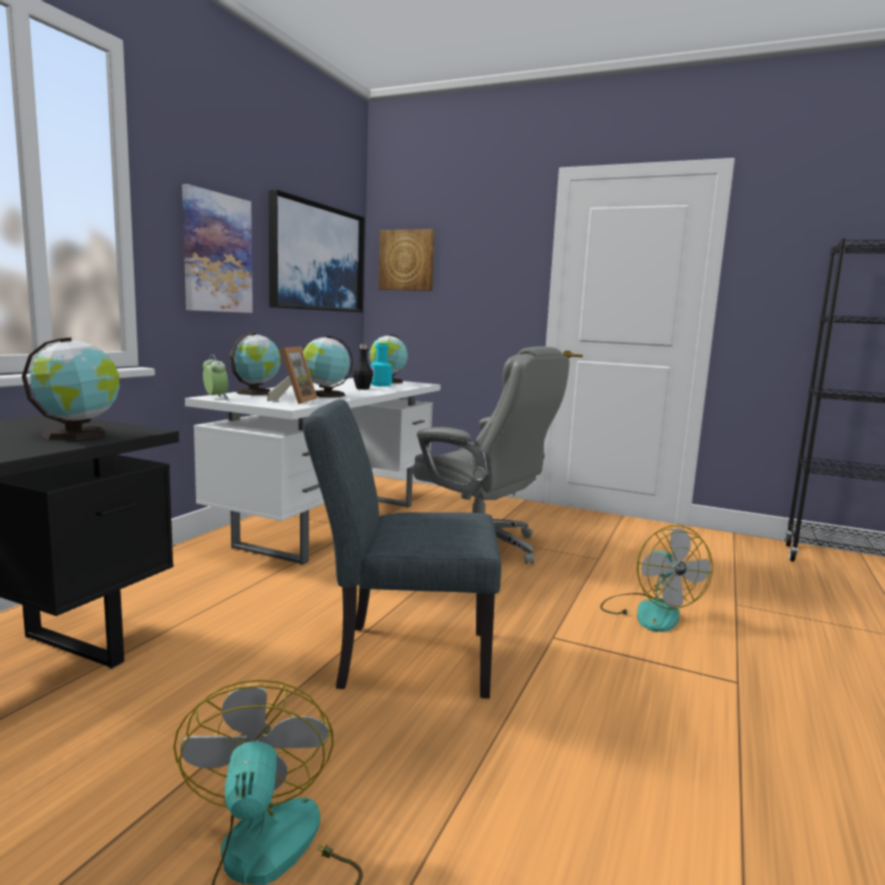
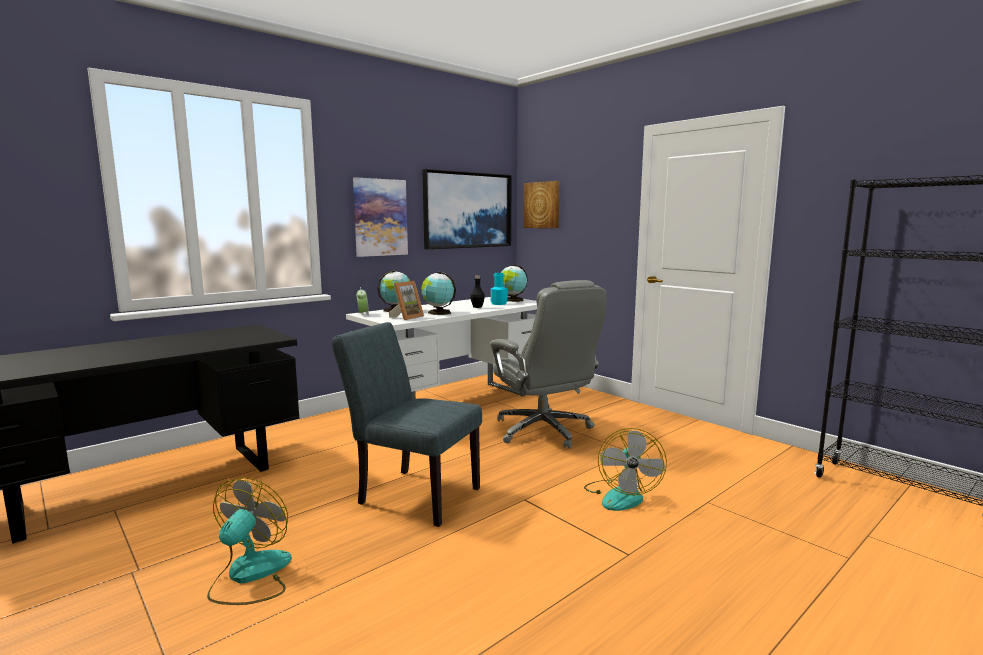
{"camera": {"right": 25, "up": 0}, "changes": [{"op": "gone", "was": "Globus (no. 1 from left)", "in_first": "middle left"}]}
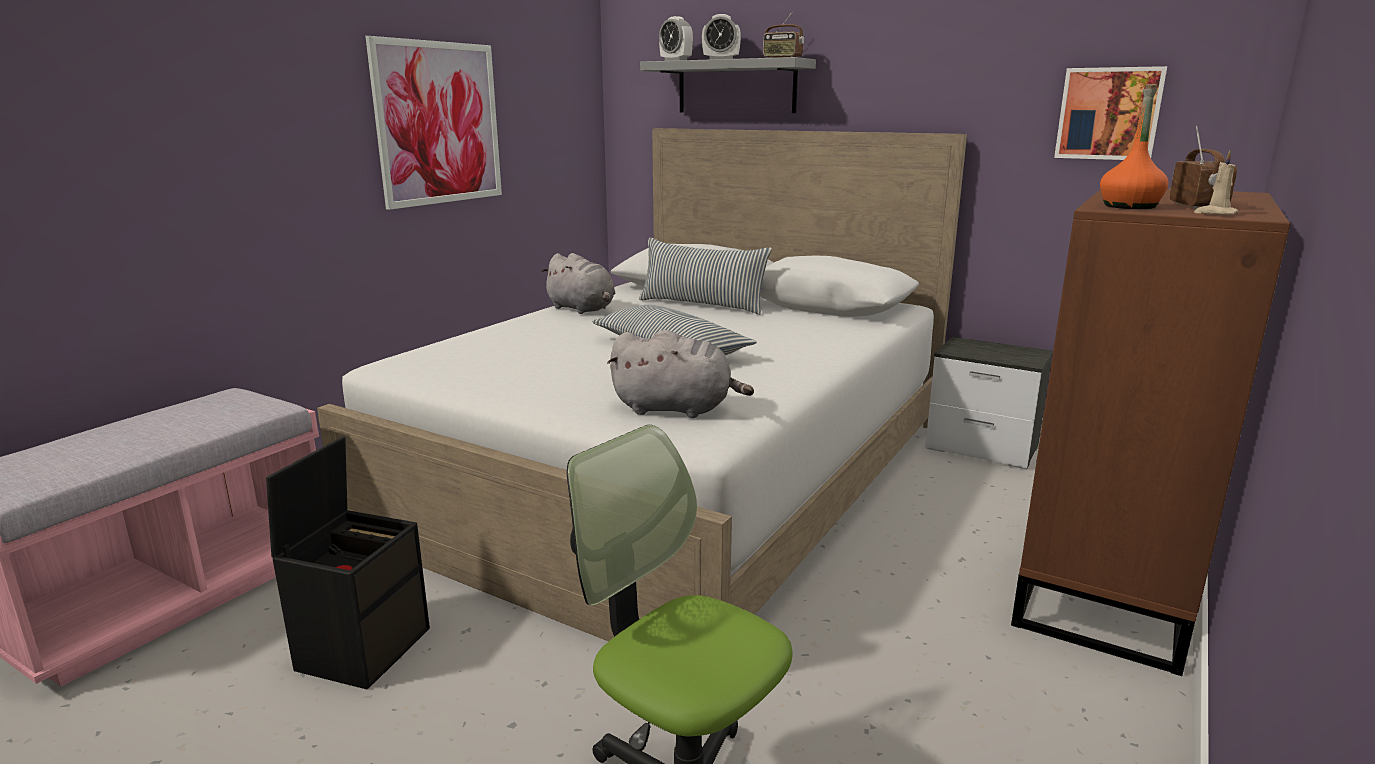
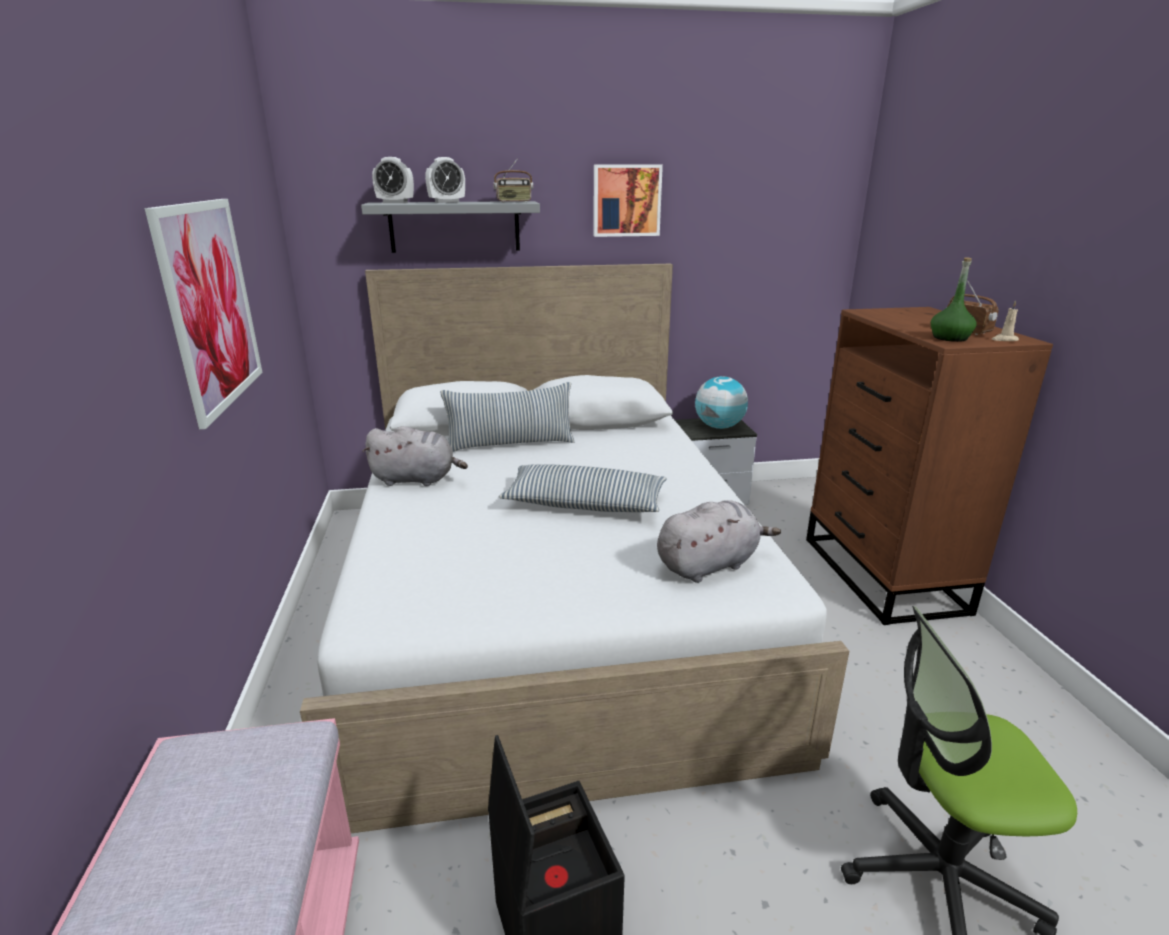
{"camera": {"right": -40, "up": 5}, "changes": [{"op": "shifted", "was": "Bild (no. 2 from left)", "in_first": "top right", "in_second": "top centre"}, {"op": "new", "now": "Globus", "in_second": "centre"}, {"op": "repainted", "was": "Flasche (orange)", "now": "Flasche (grün)", "in_first": "top right", "in_second": "top right"}]}
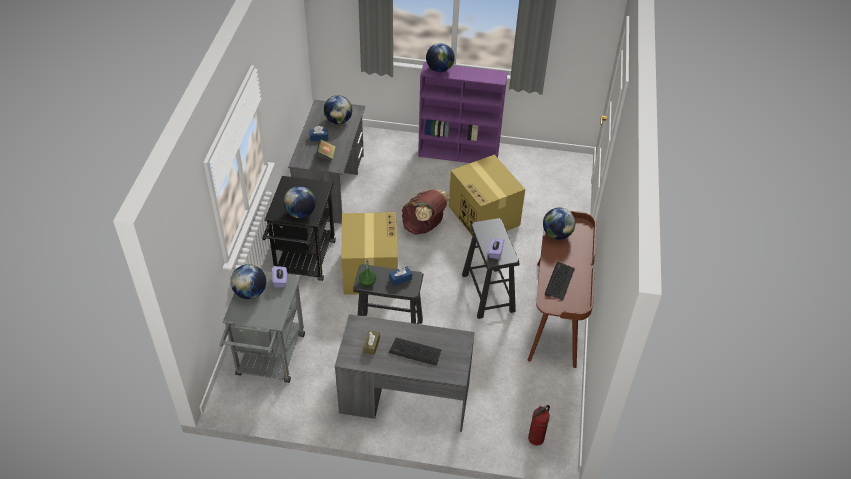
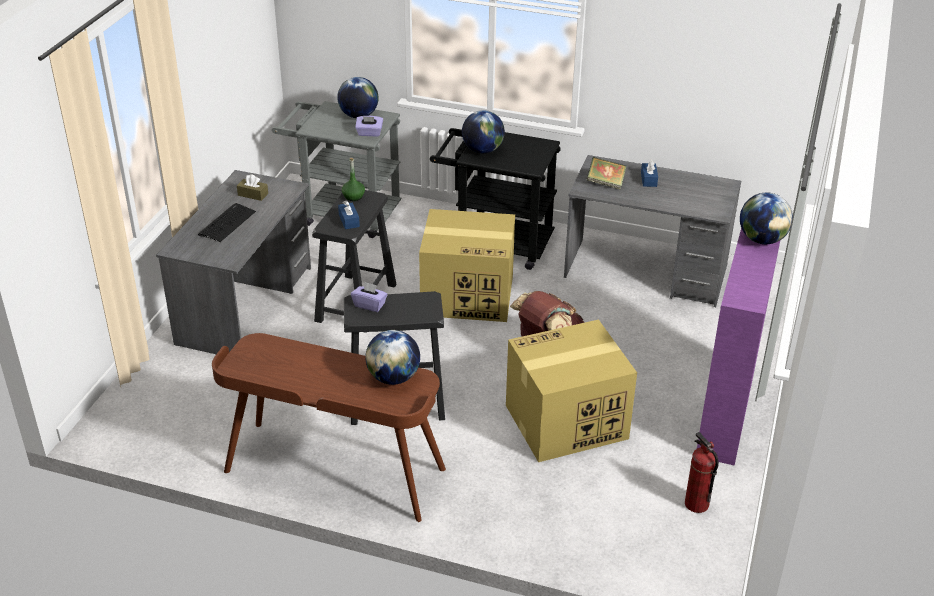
{"camera": {"right": 100, "up": -10}, "changes": [{"op": "shifted", "was": "Feuerlöscher", "in_first": "bottom centre", "in_second": "bottom right"}, {"op": "gone", "was": "Globus (no. 3 from left)", "in_first": "top centre"}, {"op": "gone", "was": "Tastatur (no. 2 from left)", "in_first": "centre"}]}
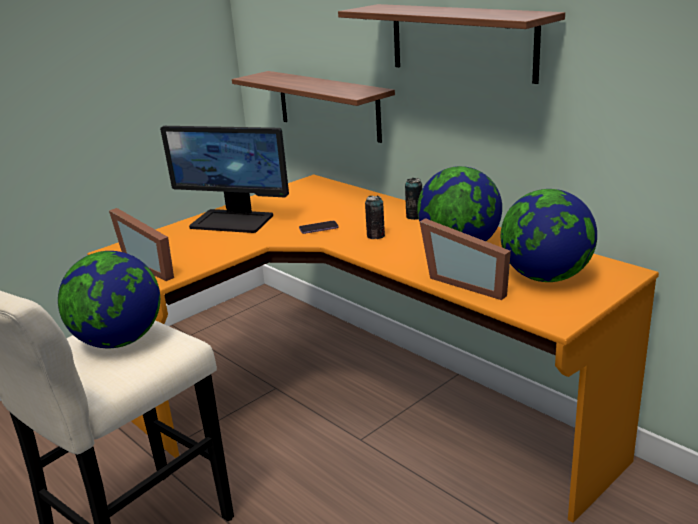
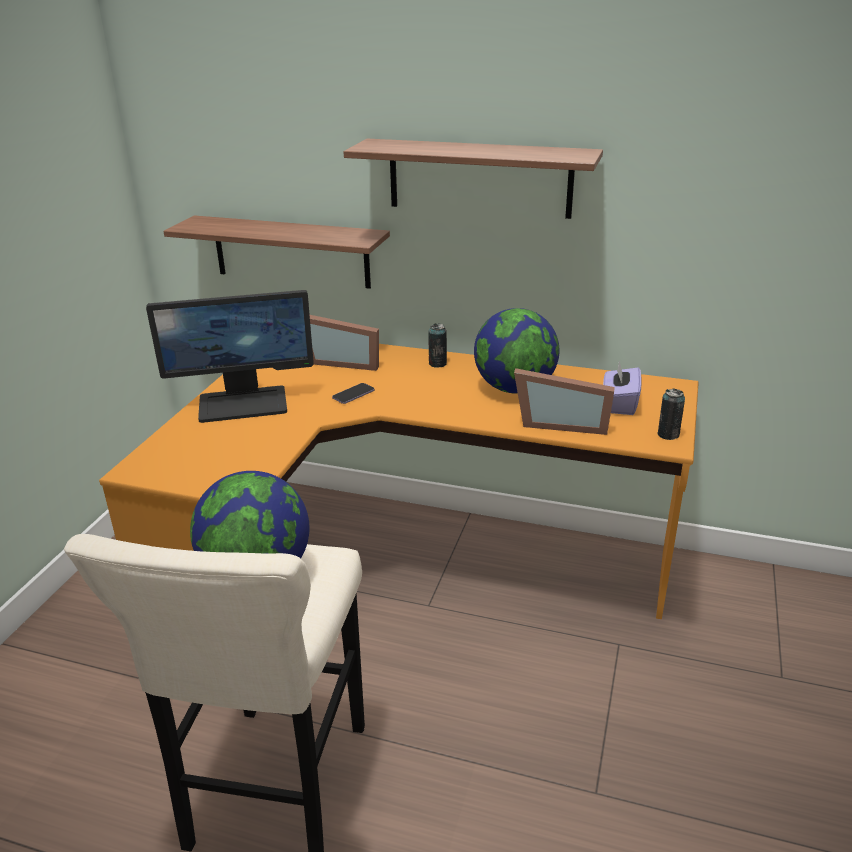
{"camera": {"right": -30, "up": 5}, "changes": [{"op": "shifted", "was": "Bilderrahmen (no. 1 from left)", "in_first": "middle left", "in_second": "centre"}, {"op": "swapped", "was": "Globus (no. 3 from left)", "now": "Taschentuchbox (lila)", "in_first": "middle right", "in_second": "middle right"}, {"op": "shifted", "was": "Dose (no. 1 from left in the first image)", "now": "Dose (no. 2 from left)", "in_first": "centre", "in_second": "middle right"}]}
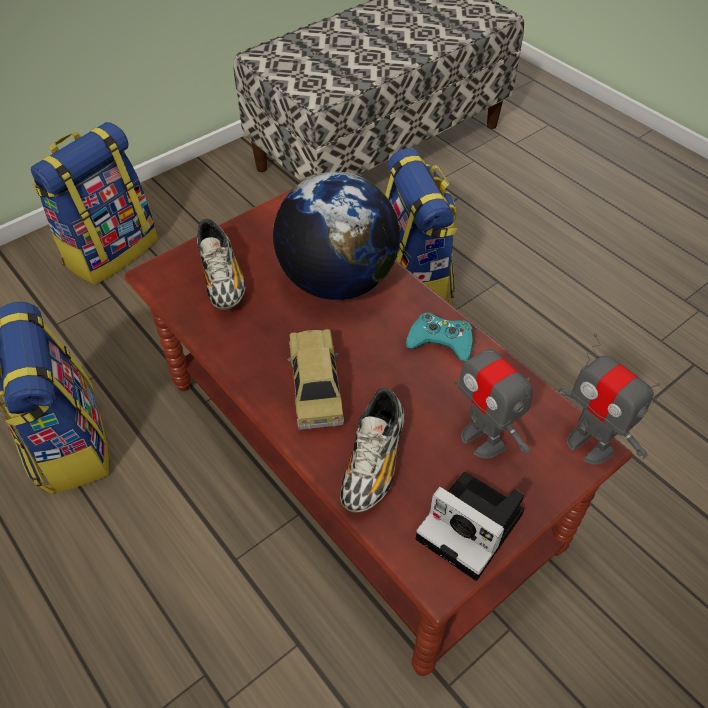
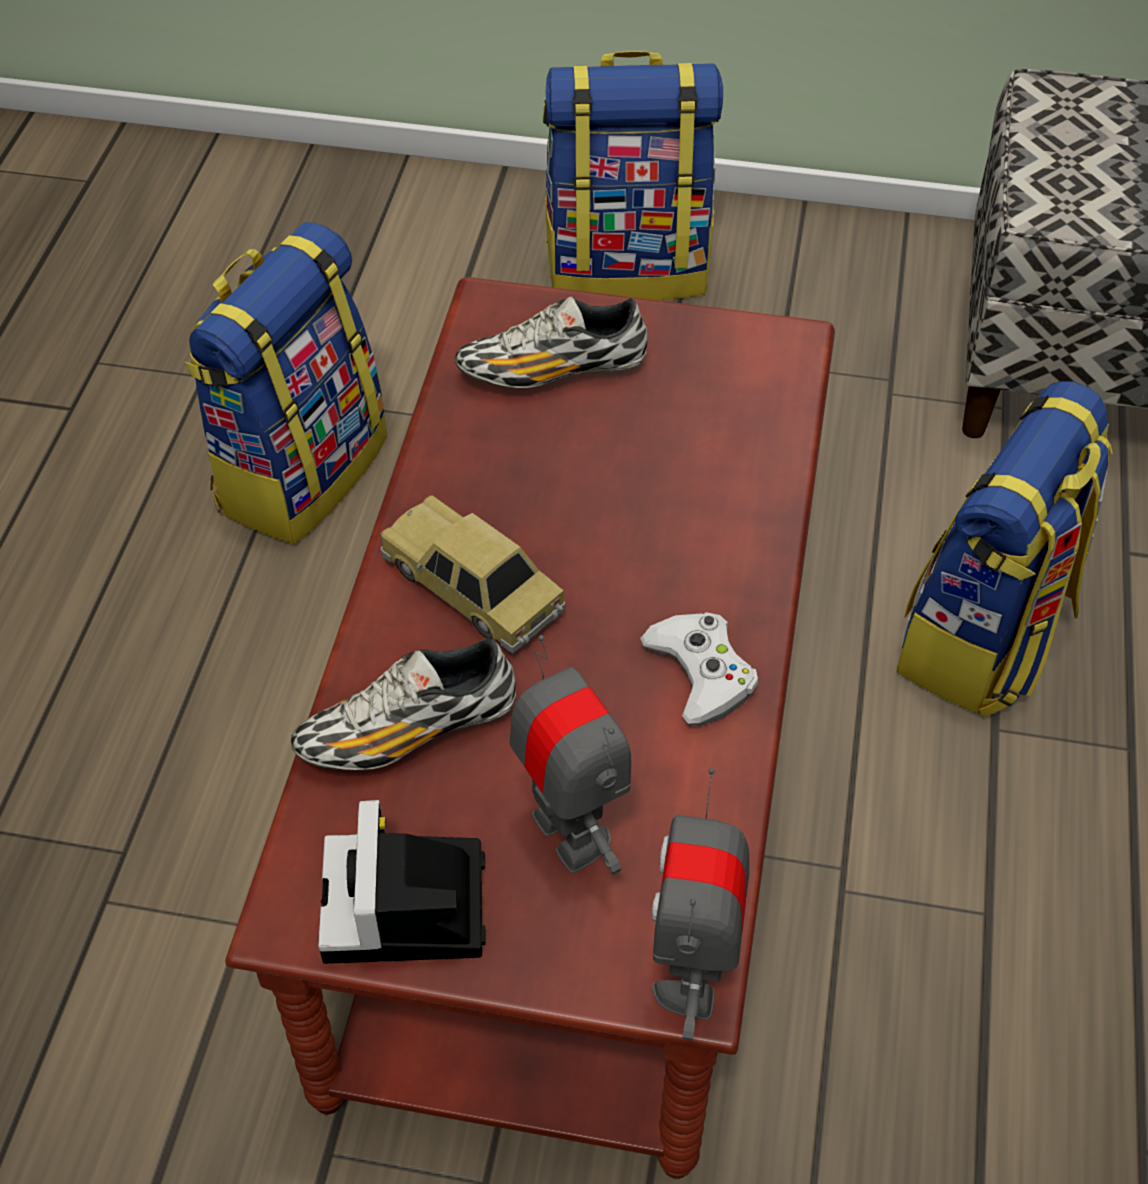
{"camera": {"right": 50, "up": 0}, "changes": [{"op": "rotated", "was": "Spielzeugauto", "in_first": "centre", "in_second": "centre", "clockwise": -90}, {"op": "rotated", "was": "Schuh (no. 1 from left in the first image)", "in_first": "middle left", "in_second": "top centre", "clockwise": 45}, {"op": "rotated", "was": "Spielzeugroboter (no. 1 from left)", "in_first": "middle right", "in_second": "centre", "clockwise": 135}, {"op": "repainted", "was": "Gamepad (türkis)", "now": "Gamepad (weiß)", "in_first": "centre", "in_second": "centre"}, {"op": "gone", "was": "Globus", "in_first": "centre"}]}
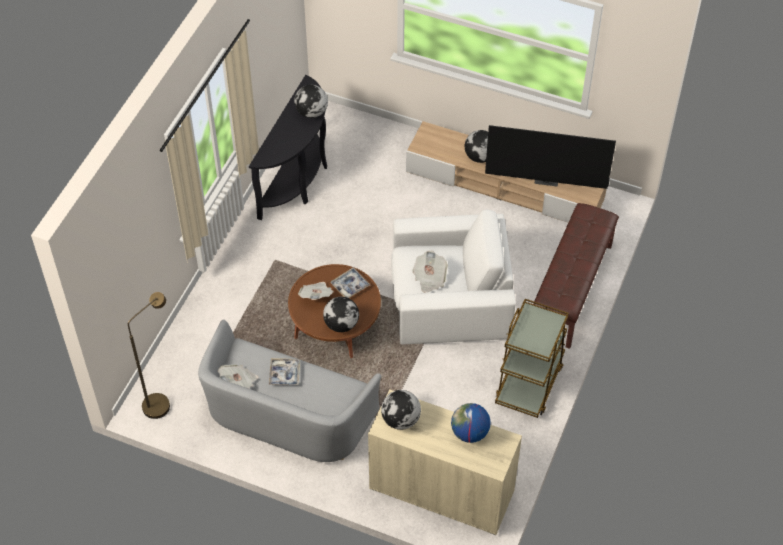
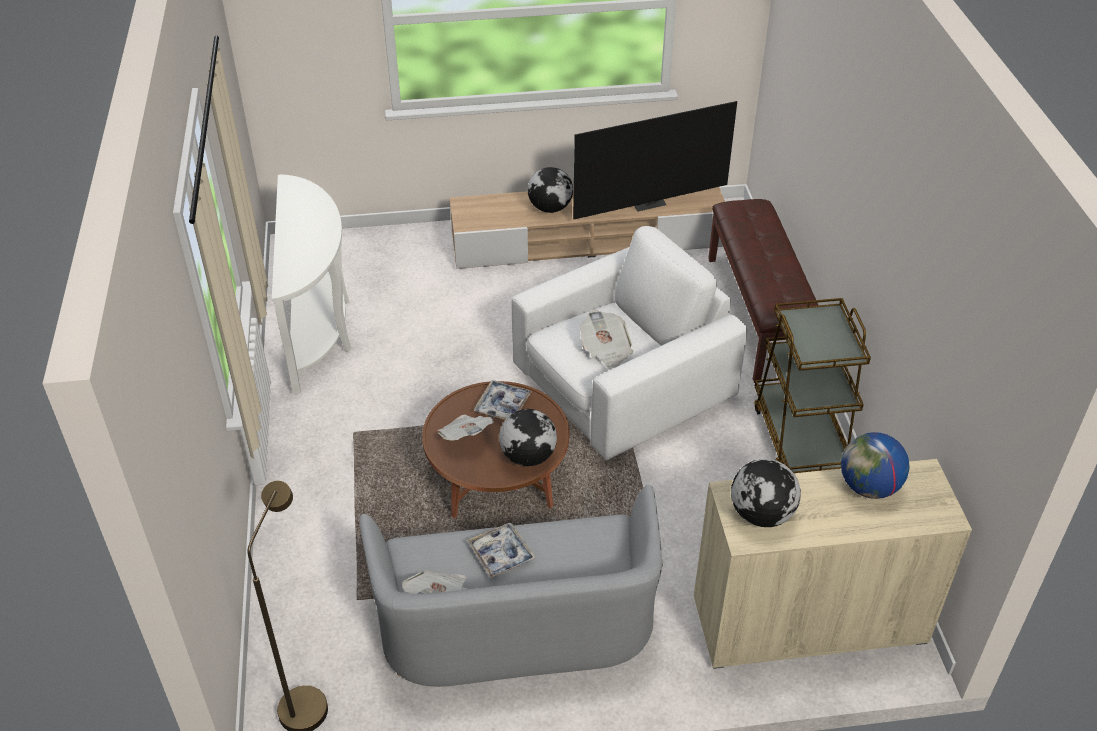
{"camera": {"right": -30, "up": -10}, "changes": [{"op": "repainted", "was": "Konsolentisch (schwarz)", "now": "Konsolentisch (weiß)", "in_first": "top centre", "in_second": "middle left"}, {"op": "gone", "was": "Globus (no. 1 from left)", "in_first": "top centre"}]}
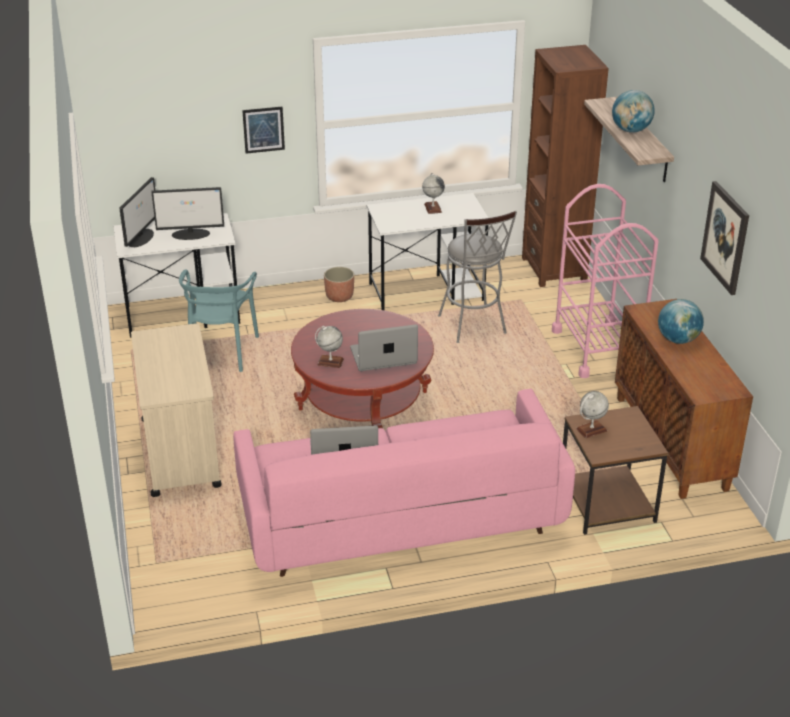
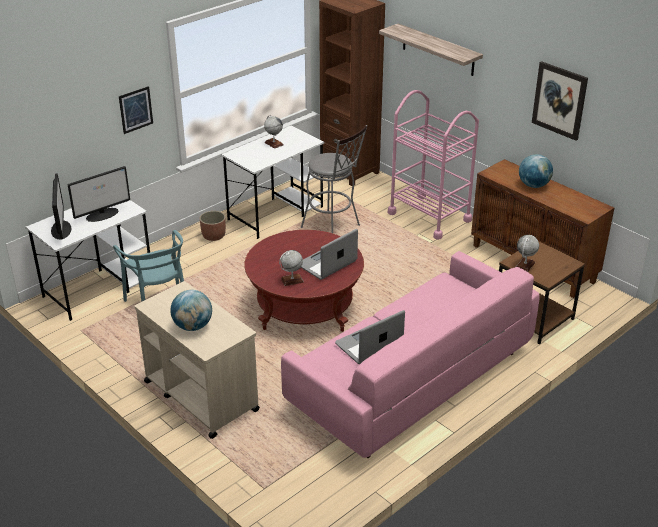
{"camera": {"right": -30, "up": 0}, "changes": [{"op": "shifted", "was": "Globus (no. 4 from left in the first image)", "now": "Globus (no. 1 from left)", "in_first": "top right", "in_second": "middle left"}]}
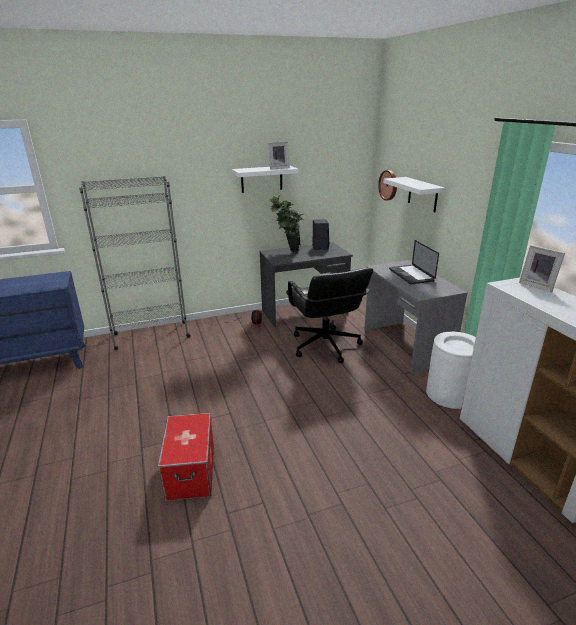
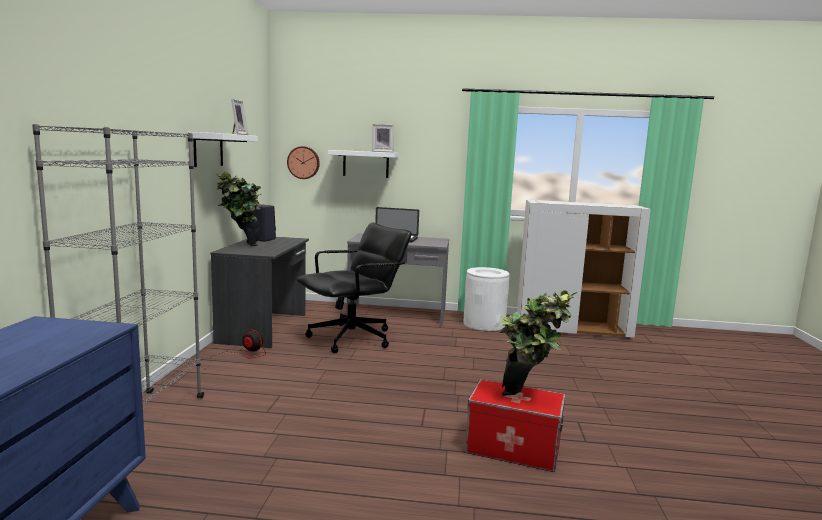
{"camera": {"right": -65, "up": -15}, "changes": [{"op": "rotated", "was": "Bürostuhl (schwarz)", "in_first": "centre", "in_second": "centre", "clockwise": -45}, {"op": "shifted", "was": "Bilderrahmen (no. 2 from left)", "in_first": "middle right", "in_second": "top centre"}, {"op": "new", "now": "Topfpflanze (no. 2 from left)", "in_second": "centre"}]}
